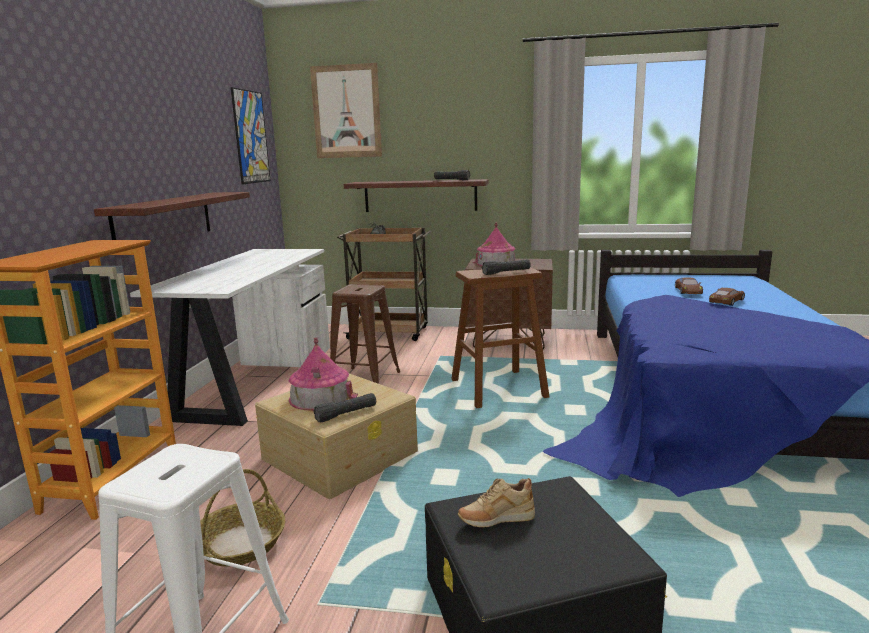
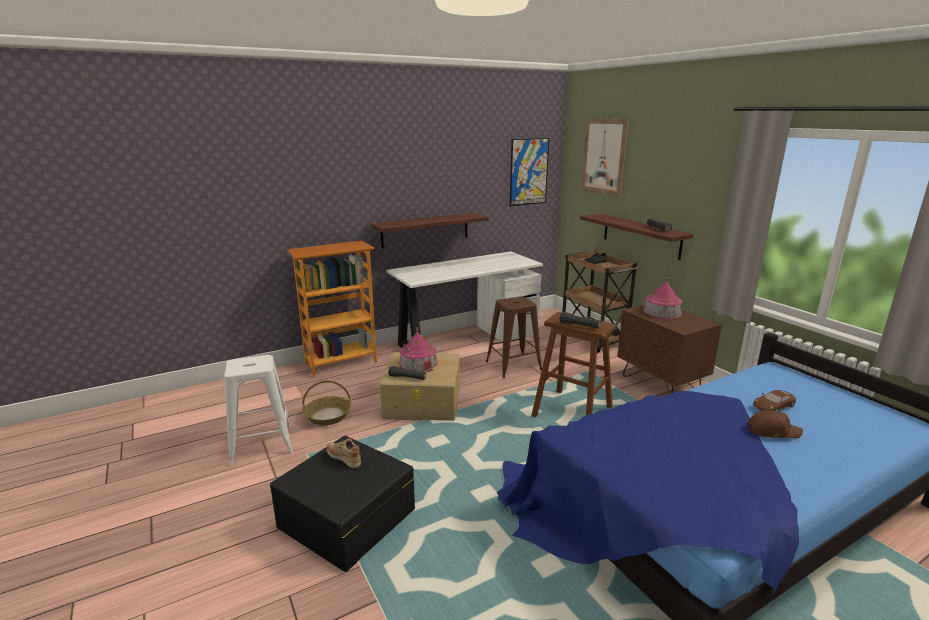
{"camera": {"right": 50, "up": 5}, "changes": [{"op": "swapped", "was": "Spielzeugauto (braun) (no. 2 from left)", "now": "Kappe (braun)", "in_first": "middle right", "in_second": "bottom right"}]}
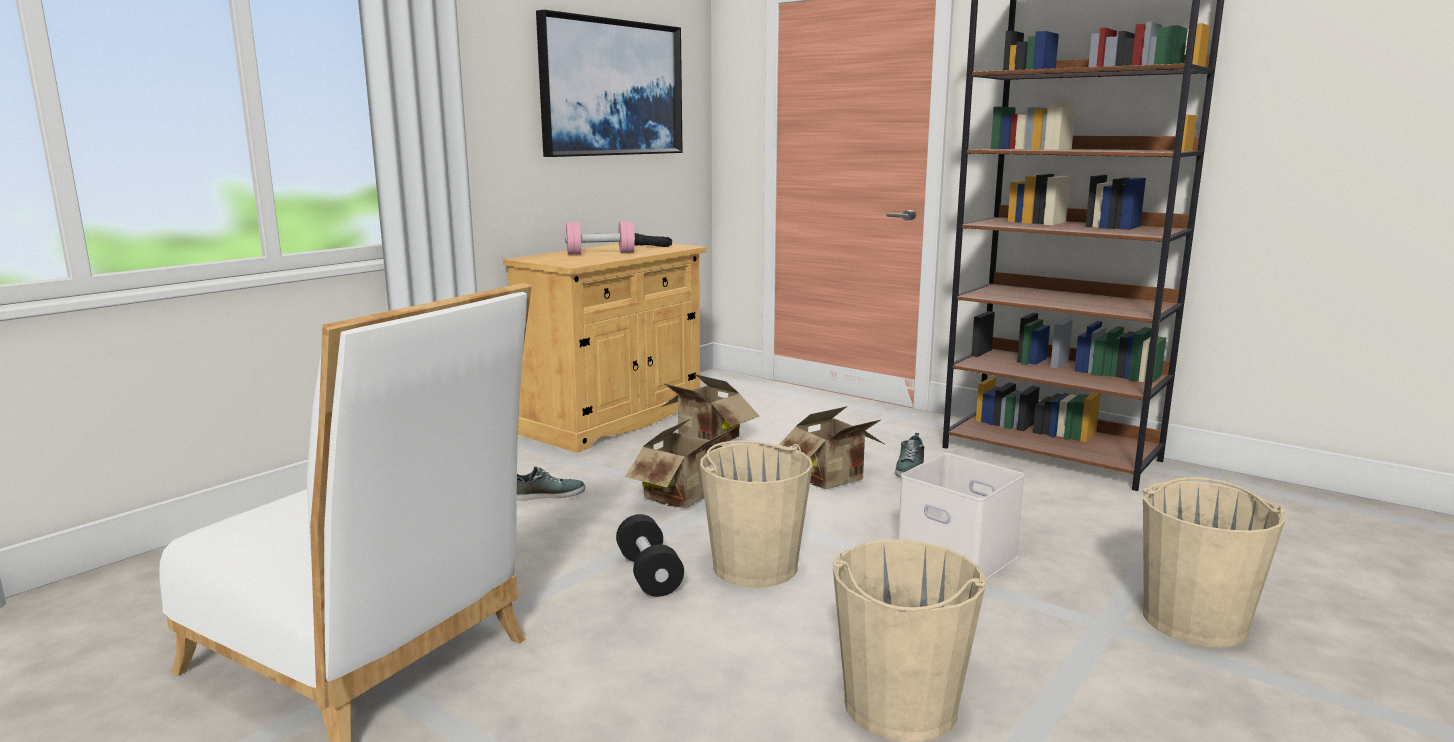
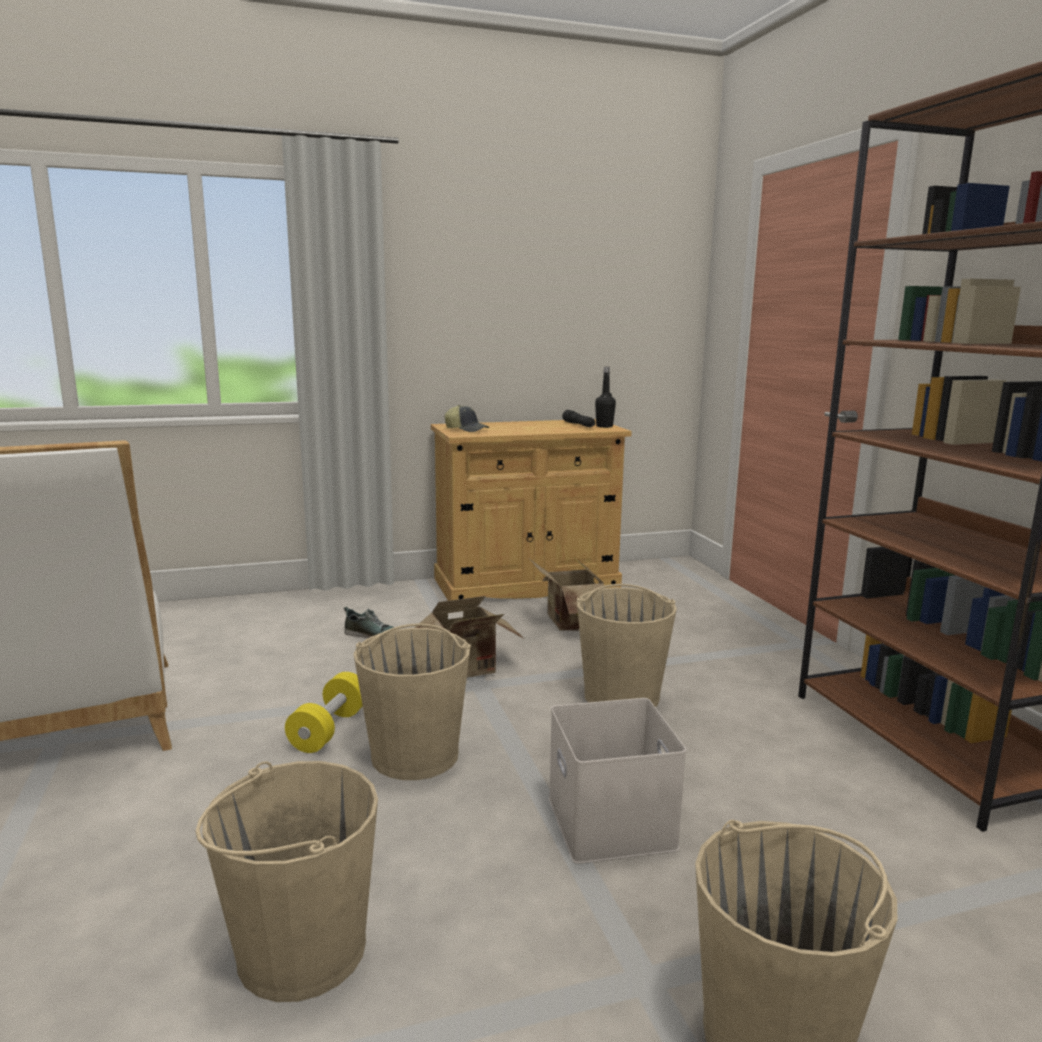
{"camera": {"right": 35, "up": 0}, "changes": [{"op": "repainted", "was": "Hantel (schwarz)", "now": "Hantel (gelb)", "in_first": "bottom centre", "in_second": "bottom left"}, {"op": "new", "now": "Kappe", "in_second": "centre"}, {"op": "swapped", "was": "Karton (no. 3 from left)", "now": "Eimer (beige) (no. 3 from left)", "in_first": "centre", "in_second": "centre"}, {"op": "new", "now": "Flasche (schwarz)", "in_second": "centre"}, {"op": "gone", "was": "Bild", "in_first": "top centre"}, {"op": "gone", "was": "Hantel (rosa)", "in_first": "top centre"}, {"op": "gone", "was": "Schuh (no. 2 from left)", "in_first": "centre"}]}
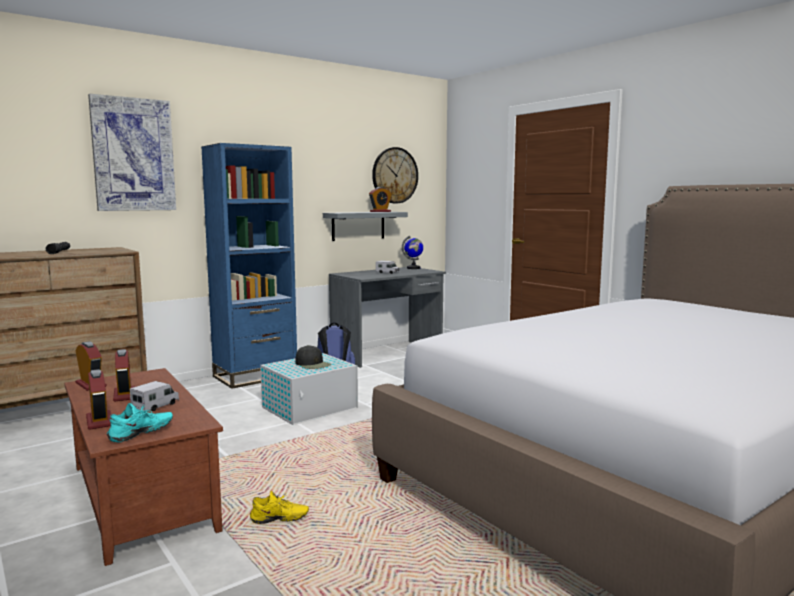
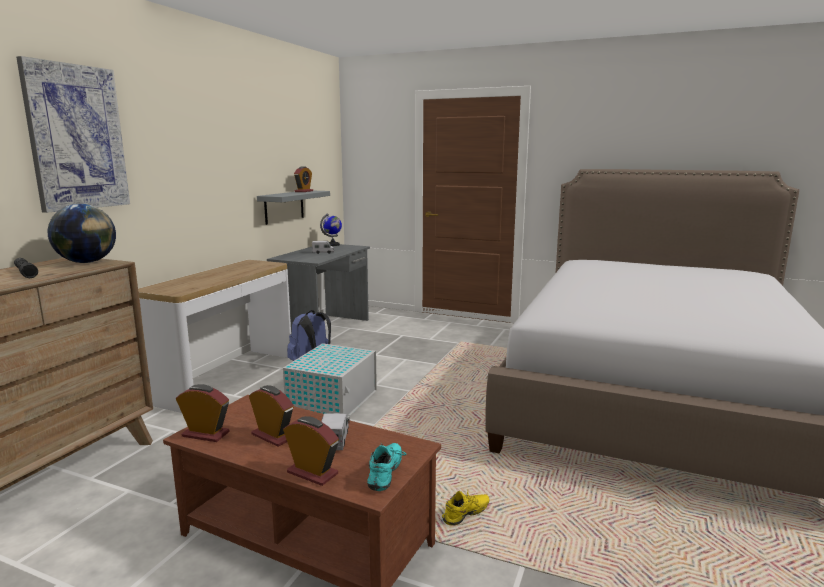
{"camera": {"right": -30, "up": 5}, "changes": [{"op": "new", "now": "Globus (no. 1 from left)", "in_second": "middle left"}, {"op": "swapped", "was": "Bücherregal (blau)", "now": "Konsolentisch", "in_first": "middle left", "in_second": "middle left"}, {"op": "gone", "was": "Kappe (schwarz)", "in_first": "centre"}, {"op": "gone", "was": "Wanduhr", "in_first": "top centre"}]}
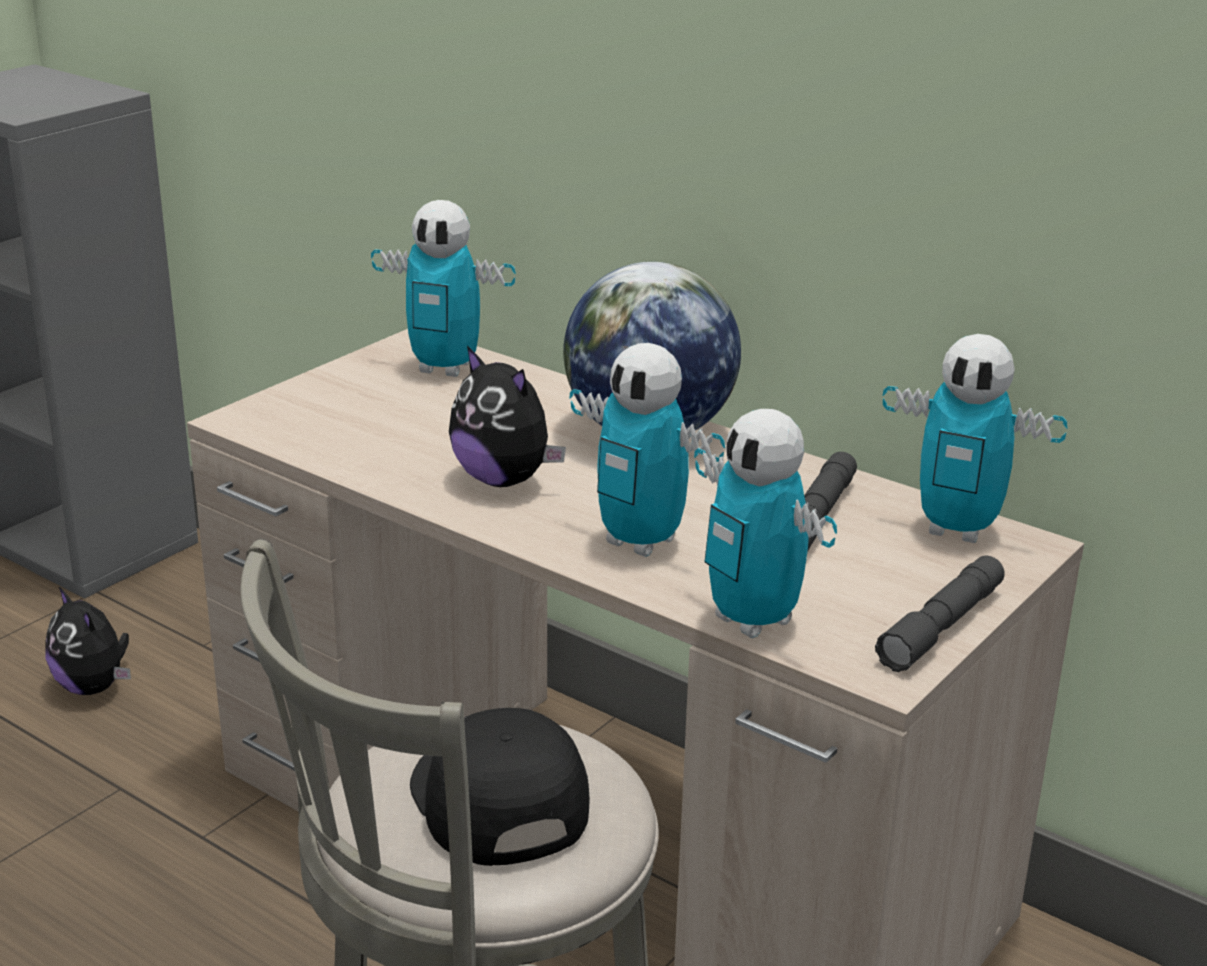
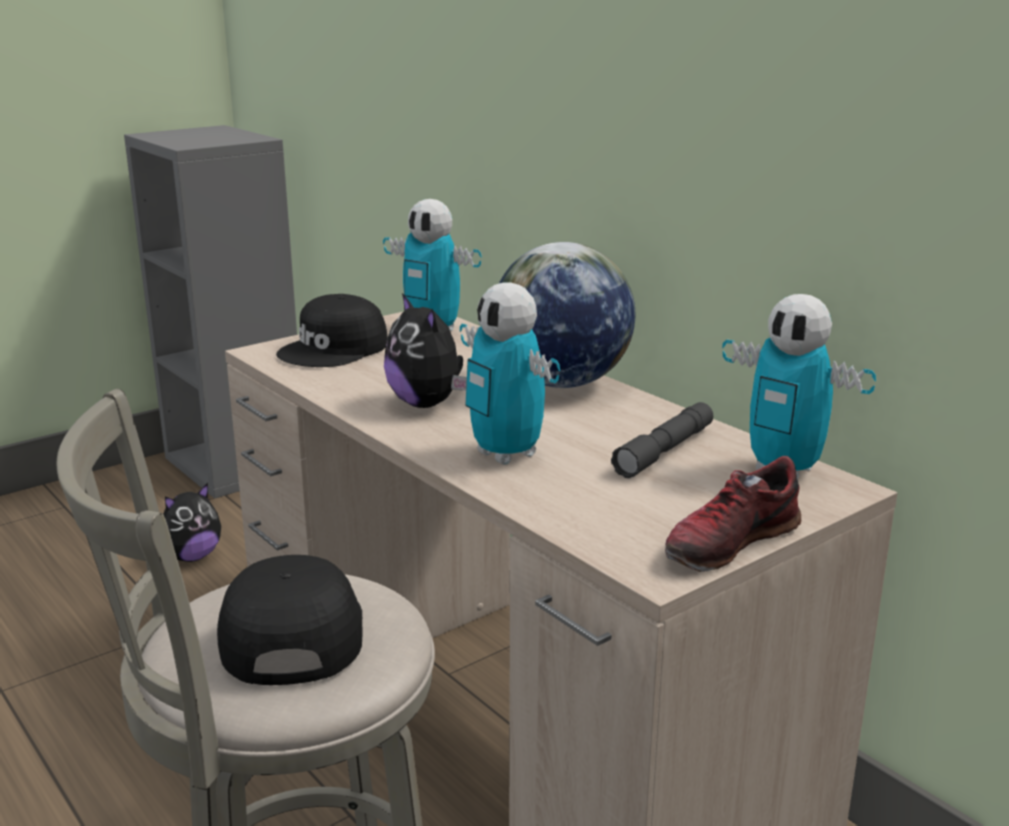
{"camera": {"right": 15, "up": -5}, "changes": [{"op": "rotated", "was": "Plüschtier (no. 1 from left)", "in_first": "middle left", "in_second": "middle left", "clockwise": -105}, {"op": "new", "now": "Kappe (schwarz) (no. 2 from left)", "in_second": "middle left"}, {"op": "swapped", "was": "Taschenlampe (grau) (no. 2 from left)", "now": "Schuh", "in_first": "middle right", "in_second": "middle right"}, {"op": "gone", "was": "Spielzeugroboter (no. 3 from left)", "in_first": "centre"}]}
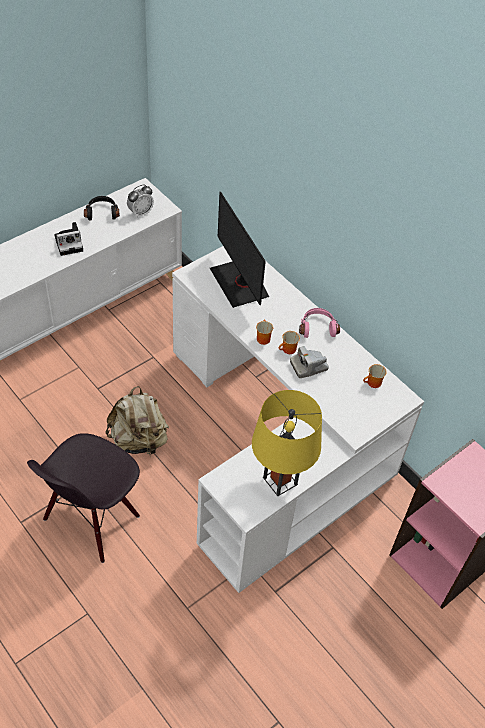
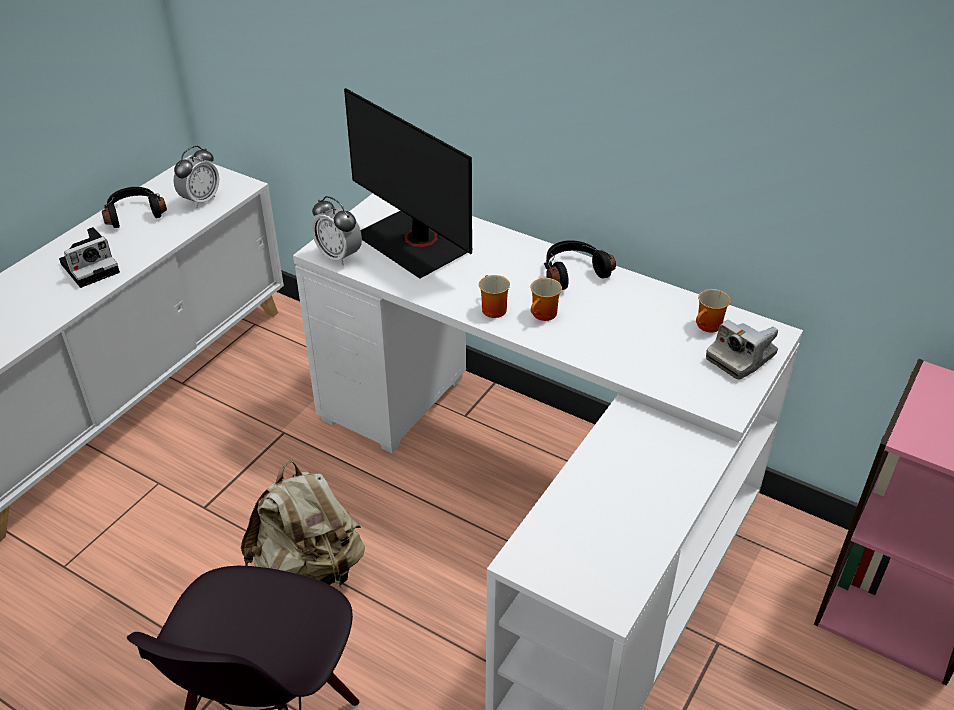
{"camera": {"right": -15, "up": -10}, "changes": [{"op": "new", "now": "Wecker (no. 2 from left)", "in_second": "top centre"}, {"op": "repainted", "was": "Kopfhörer (rosa)", "now": "Kopfhörer (schwarz) (no. 2 from left)", "in_first": "centre", "in_second": "centre"}, {"op": "shifted", "was": "Kamera (no. 2 from left)", "in_first": "centre", "in_second": "middle right"}, {"op": "gone", "was": "Tischlampe (gelb)", "in_first": "centre"}]}
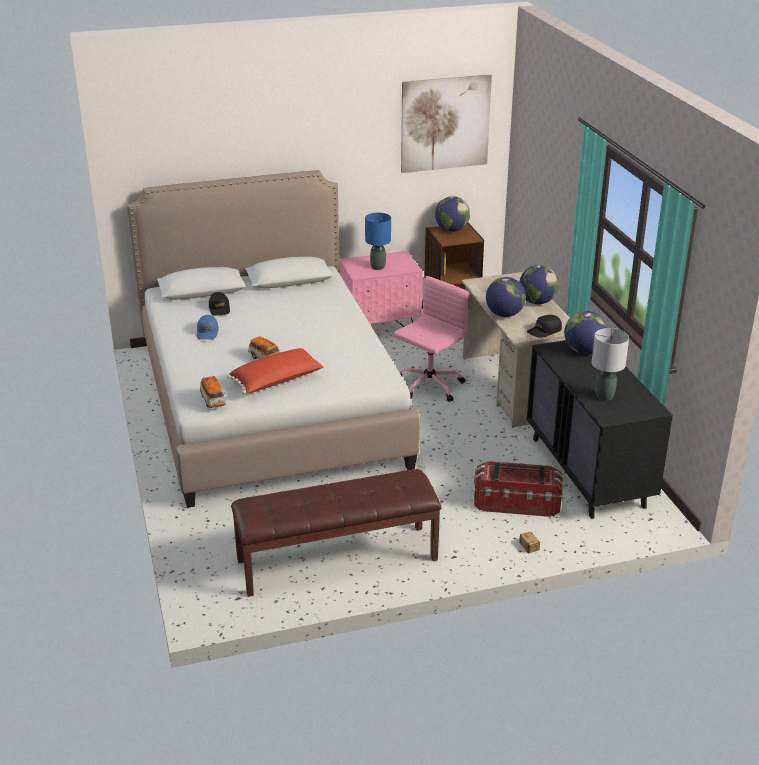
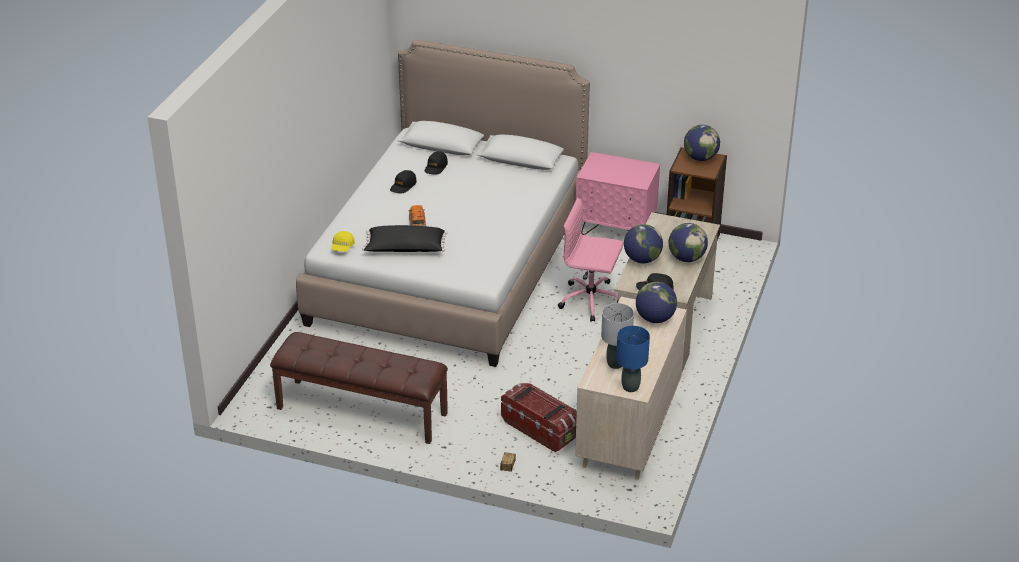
{"camera": {"right": 35, "up": 5}, "changes": [{"op": "swapped", "was": "Spielzeugauto (no. 1 from left)", "now": "Kappe (gelb)", "in_first": "middle left", "in_second": "centre"}, {"op": "repainted", "was": "Kissen (rot)", "now": "Kissen (schwarz)", "in_first": "centre", "in_second": "centre"}, {"op": "repainted", "was": "Kappe (blau)", "now": "Kappe (schwarz) (no. 1 from left)", "in_first": "middle left", "in_second": "top centre"}, {"op": "rotated", "was": "Bürostuhl (rosa)", "in_first": "centre", "in_second": "centre", "clockwise": -150}, {"op": "repainted", "was": "Kommode (schwarz)", "now": "Kommode (beige)", "in_first": "middle right", "in_second": "bottom centre"}, {"op": "shifted", "was": "Tischlampe (blau)", "in_first": "top centre", "in_second": "centre"}, {"op": "gone", "was": "Bild", "in_first": "top centre"}]}
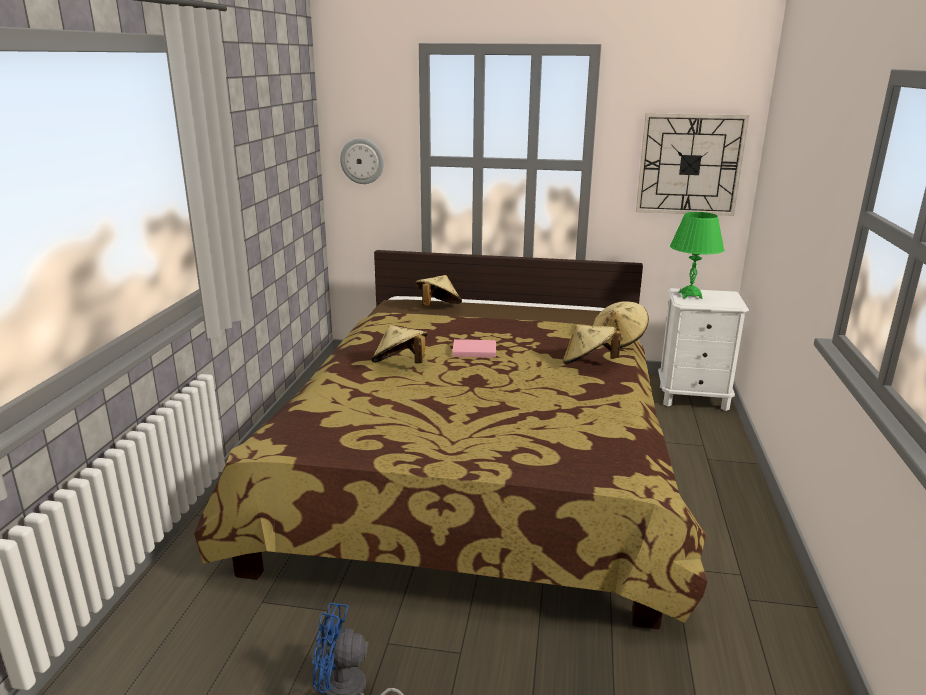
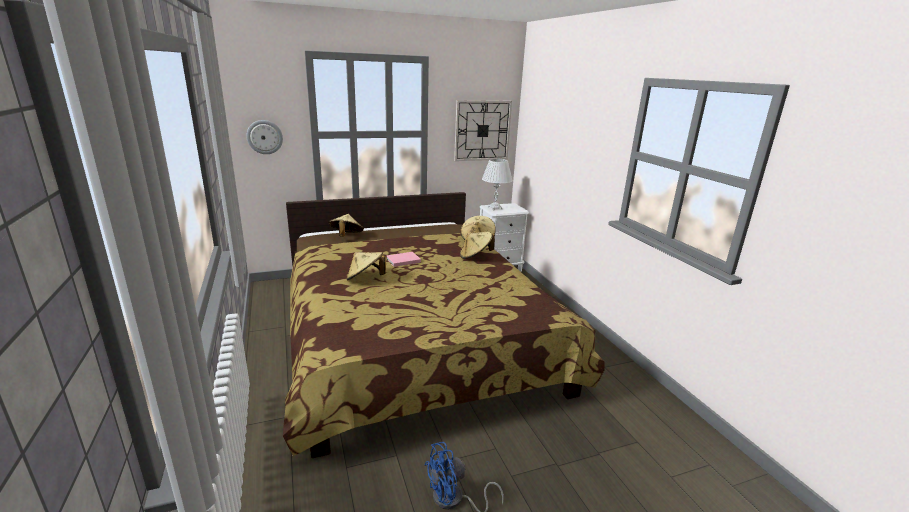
{"camera": {"right": -30, "up": 0}, "changes": [{"op": "repainted", "was": "Tischlampe (grün)", "now": "Tischlampe (weiß)", "in_first": "middle right", "in_second": "centre"}]}
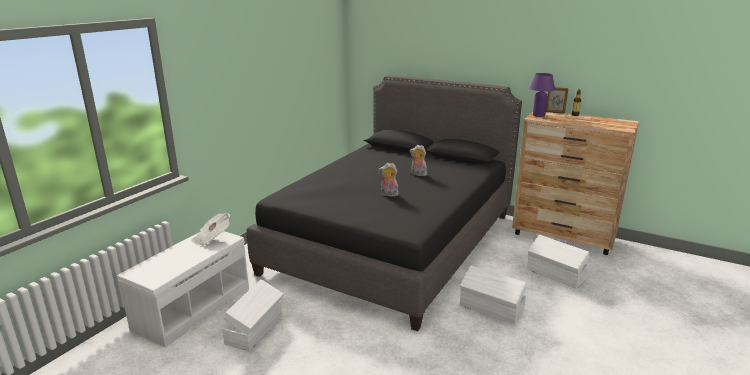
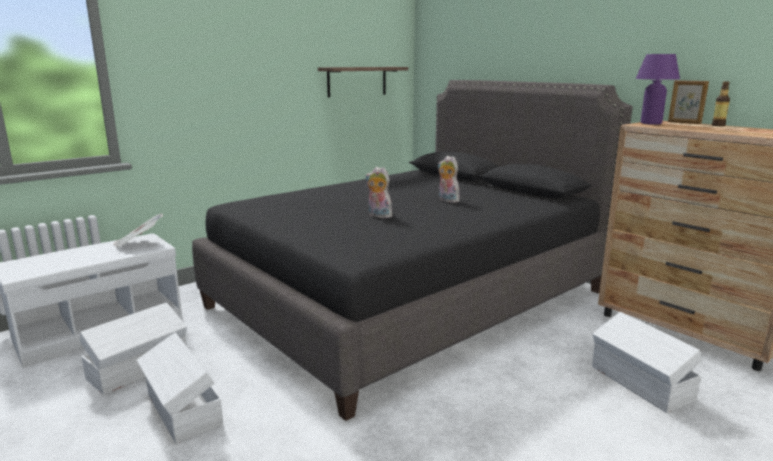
{"camera": {"right": 20, "up": -5}, "changes": [{"op": "shifted", "was": "Aufbewahrungsbox (weiß) (no. 2 from left)", "in_first": "bottom centre", "in_second": "bottom left"}, {"op": "new", "now": "Wandregal", "in_second": "top centre"}]}
